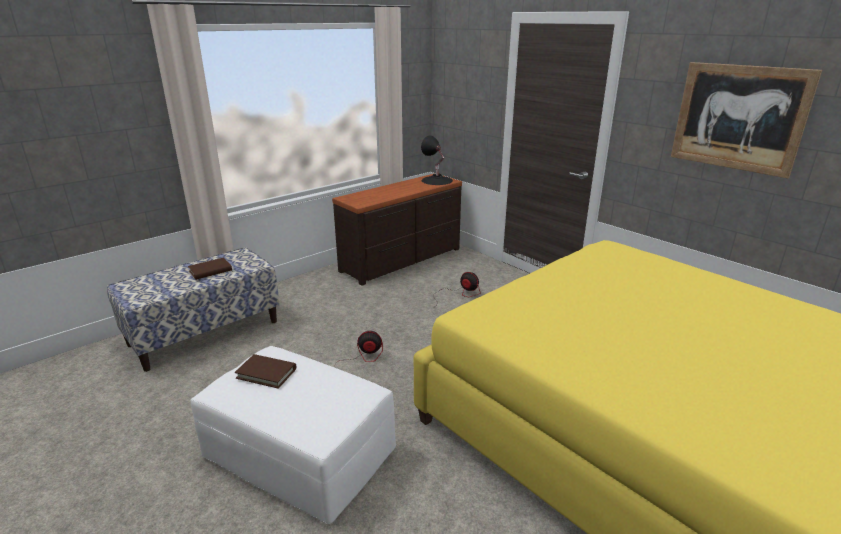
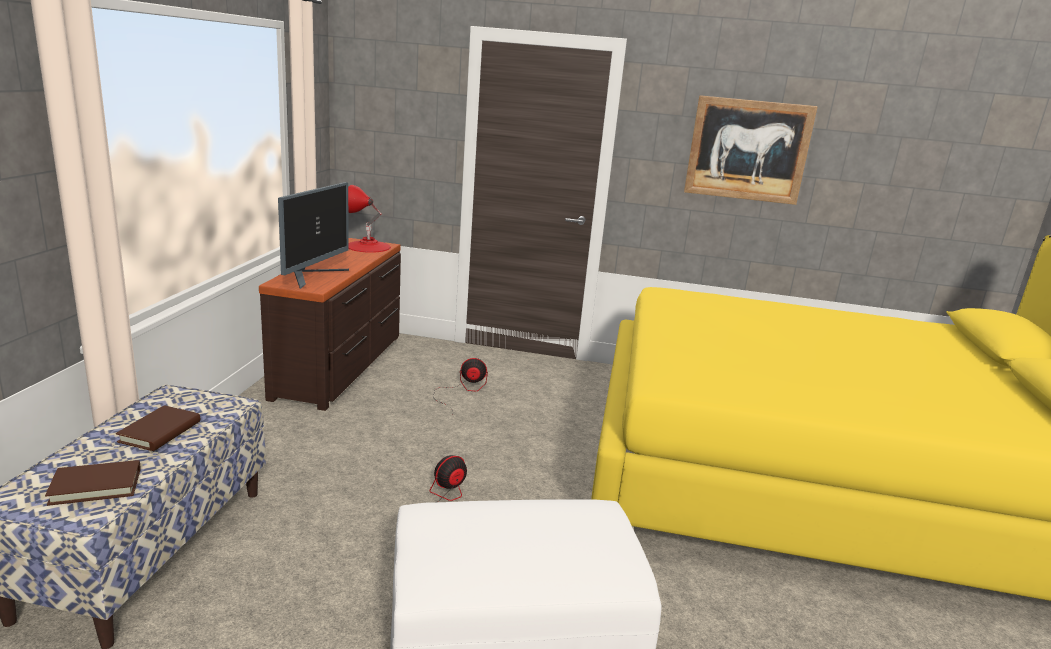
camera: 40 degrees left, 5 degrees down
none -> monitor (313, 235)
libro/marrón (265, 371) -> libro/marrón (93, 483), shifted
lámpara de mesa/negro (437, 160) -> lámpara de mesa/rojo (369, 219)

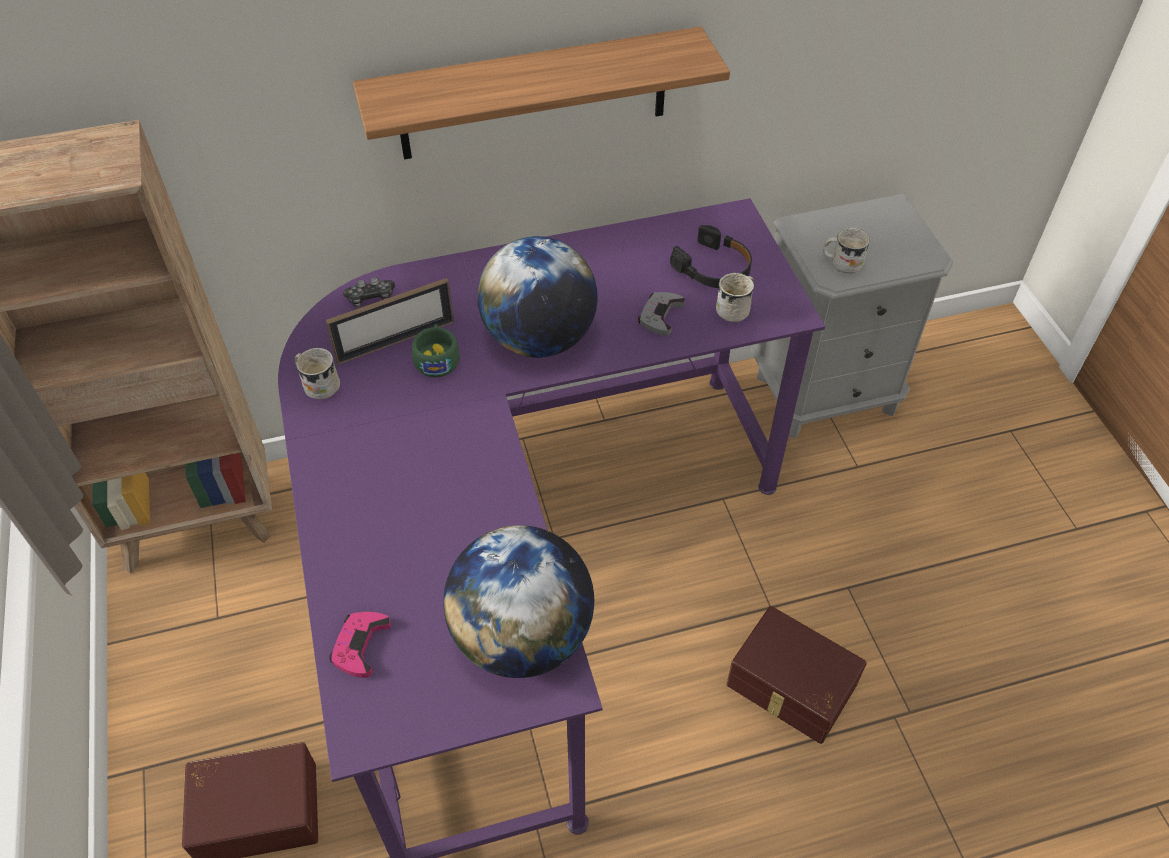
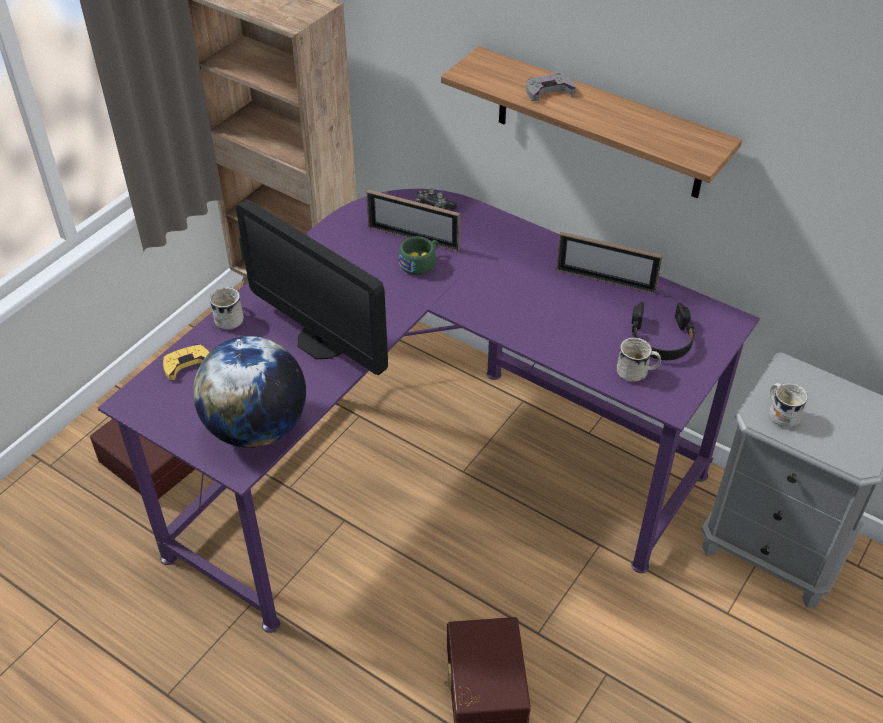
camera: 50 degrees right, 5 degrees down
globo terráqueo (537, 297) -> none
none -> monitor (312, 287)
none -> portarretratos (609, 263)
taza grande/blanco (317, 373) -> taza grande/blanco (226, 308), shifted
mando de consola/gris (661, 314) -> mando de consola/gris (551, 87), shifted
mando de consola/rosa (360, 645) -> mando de consola/amarillo (186, 362)

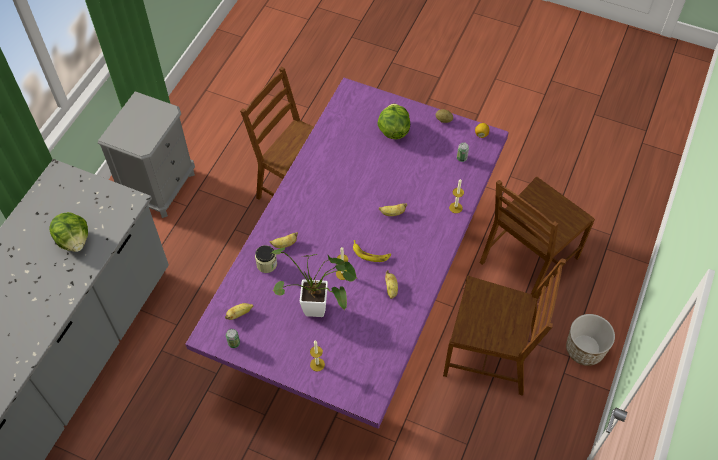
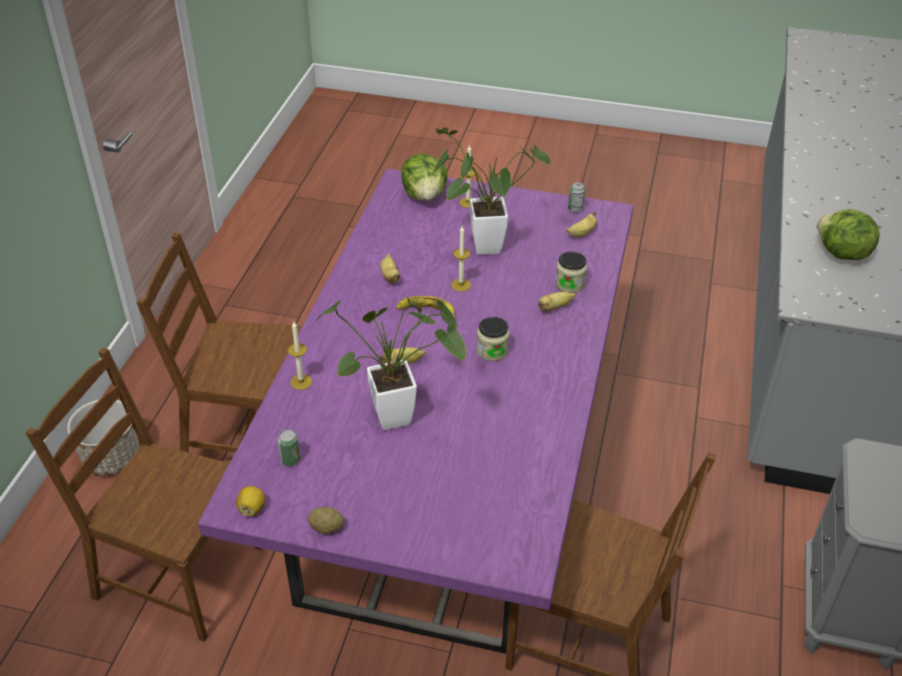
camera: 170 degrees right, 15 degrees down
none -> planta en maceta (391, 364)
none -> tarro (493, 339)
lechuga (393, 121) -> lechuga (424, 177), shifted
silla/marrón (537, 235) -> silla/marrón (144, 495), 105 degrees counterclockwise

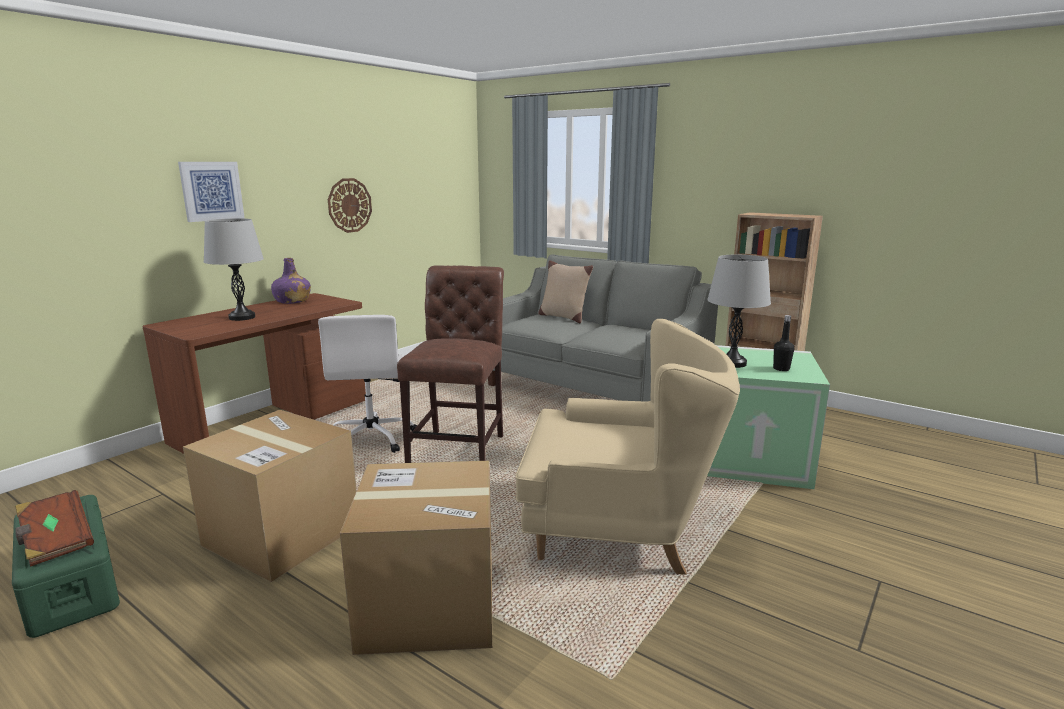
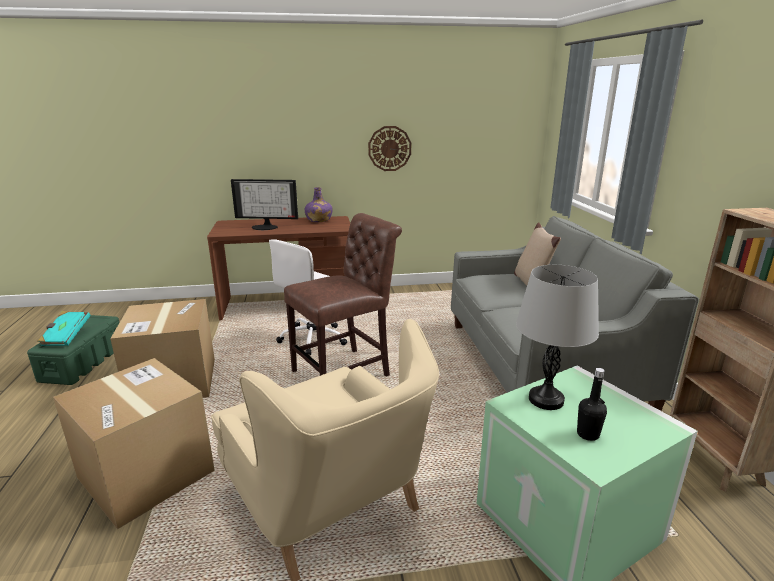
camera: 45 degrees right, 5 degrees up
cuadro (211, 192) -> none
lámpara de mesa/gris (234, 269) -> monitor (264, 204)
libro/marrón (54, 528) -> libro/turquesa (64, 328)

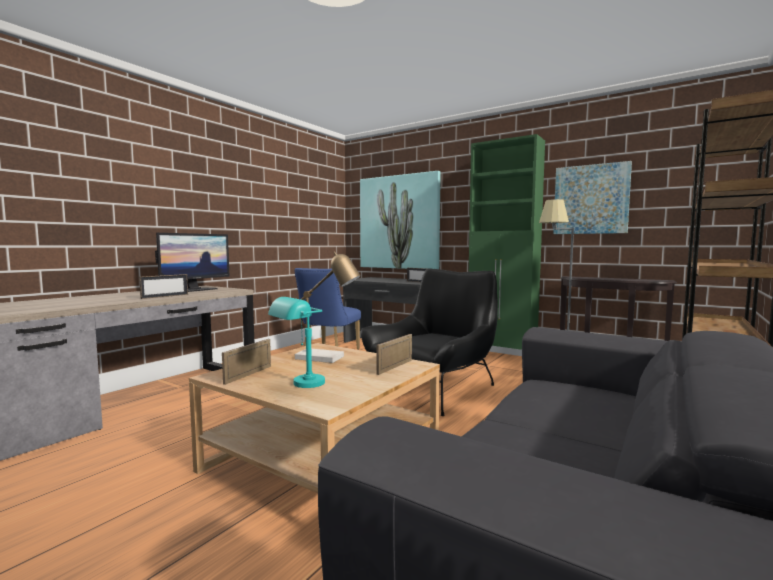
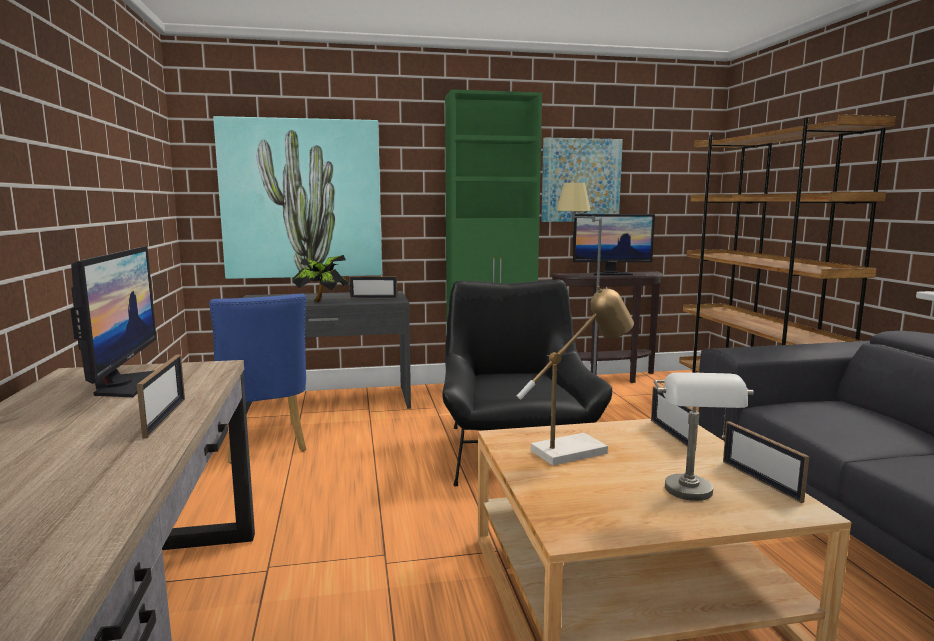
camera: 45 degrees left, 5 degrees up
none -> planta en maceta (320, 278)
none -> monitor (614, 244)
portarretratos (246, 362) -> portarretratos (766, 462), shifted
lámpara de mesa/turquesa (296, 342) -> lámpara de mesa/gris (704, 436)

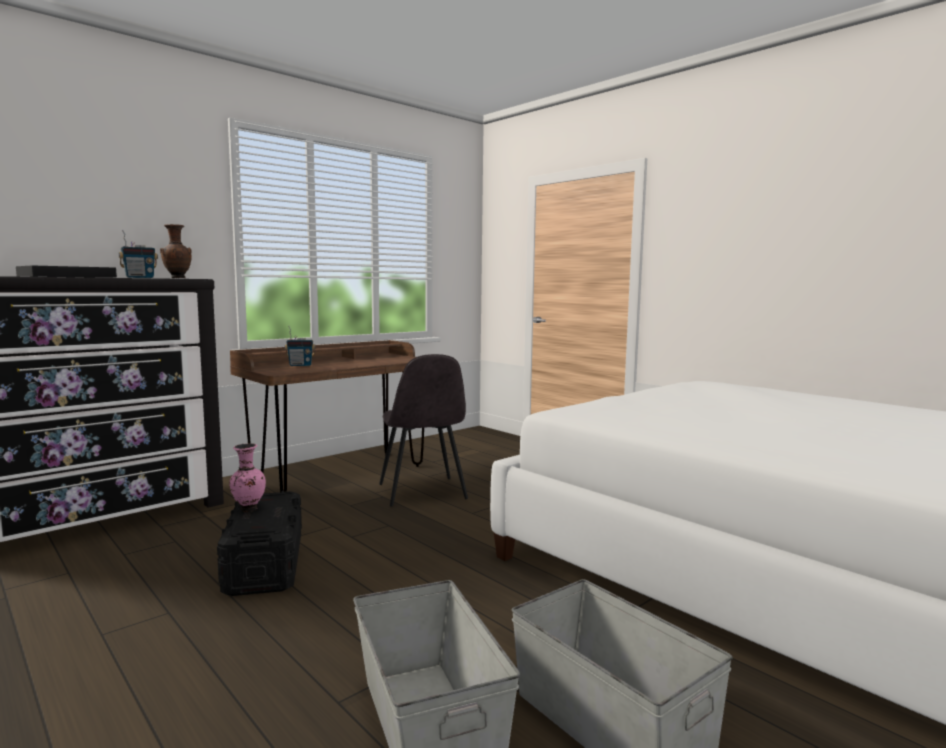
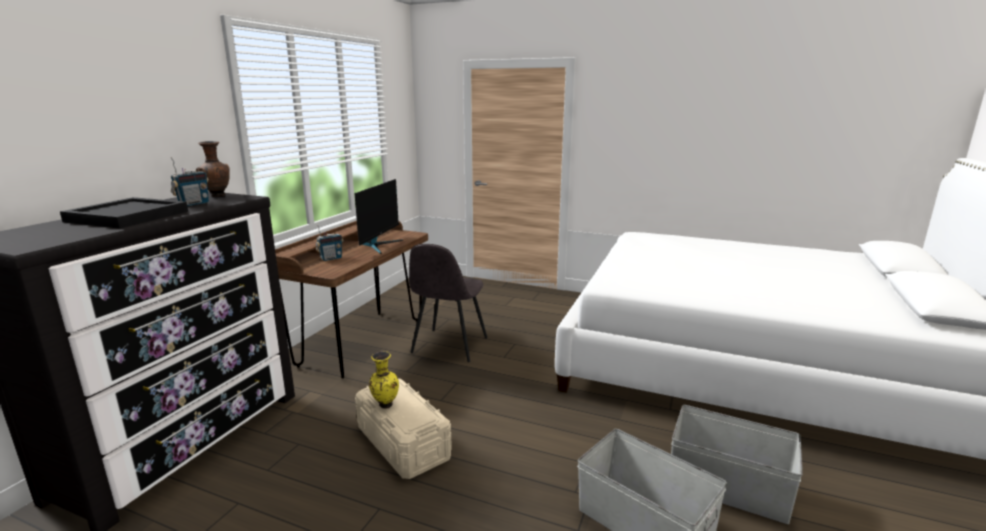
camera: 25 degrees left, 10 degrees up
none -> monitor (378, 216)
caja de almacenaje/negro (259, 543) -> caja de almacenaje/beis (403, 429)
florero/rosa (247, 477) -> florero/amarillo (384, 380)
silla/gris (423, 430) -> silla/gris (448, 303), 60 degrees clockwise

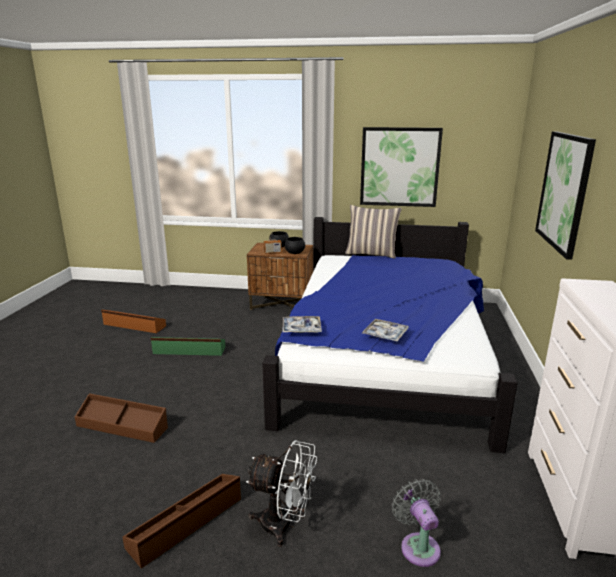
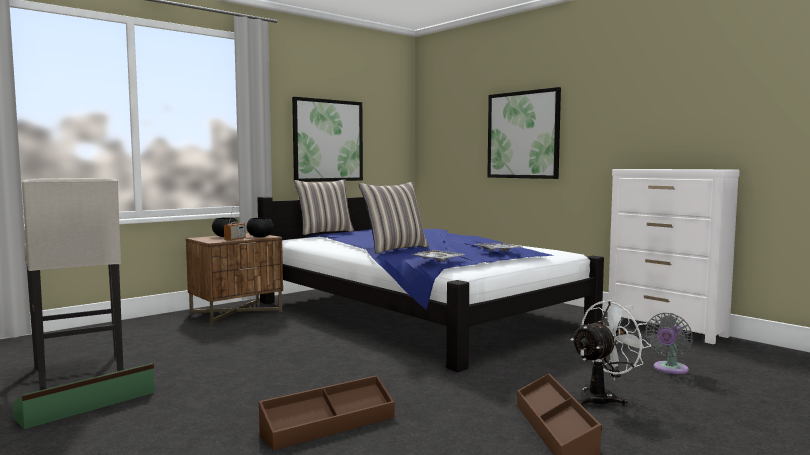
camera: 50 degrees left, 15 degrees down
none -> cojín (394, 218)
caja de almacenaje/verde (188, 346) -> caja de almacenaje/verde (84, 396), shifted
caja de almacenaje/marrón (133, 321) -> taburete/beis (72, 284)
ventilador/gris (416, 523) -> ventilador/gris (669, 343), 75 degrees counterclockwise

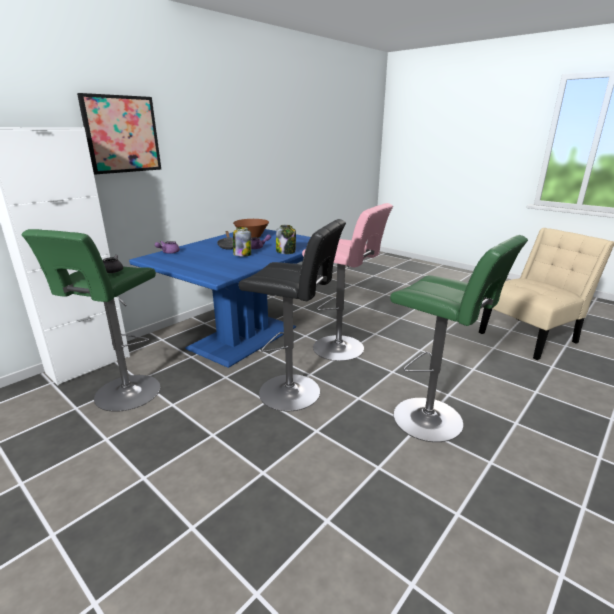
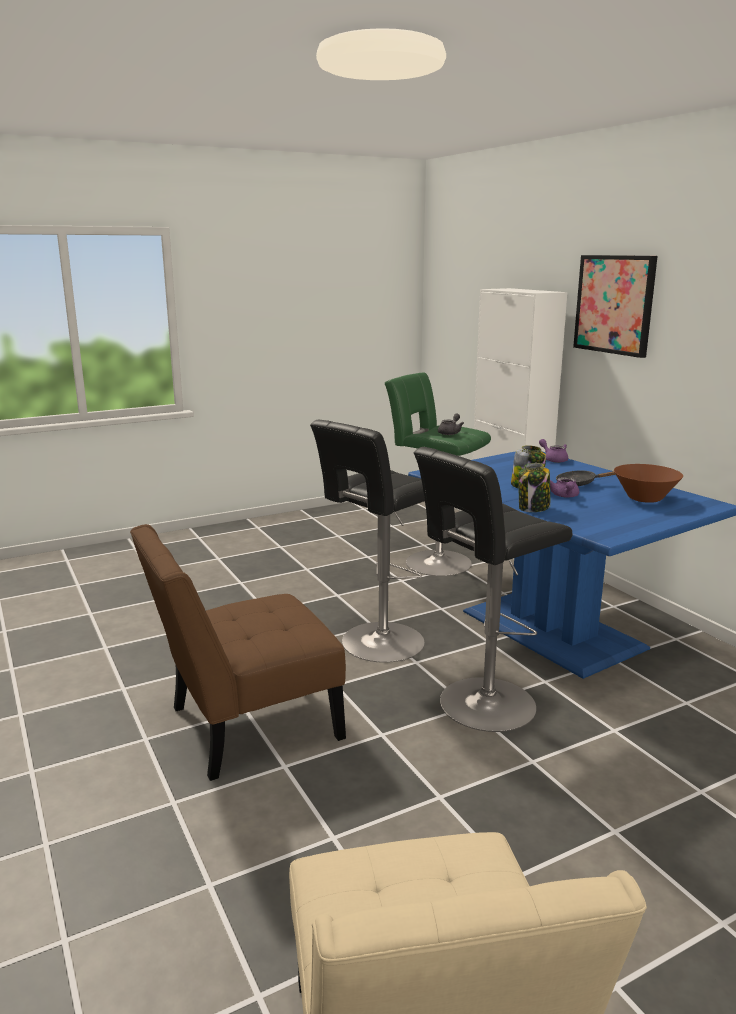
camera: 110 degrees right, 5 degrees down
taburete/verde (459, 338) -> silla/marrón (238, 652)
taburete/rosa (347, 282) -> taburete/negro (493, 589)

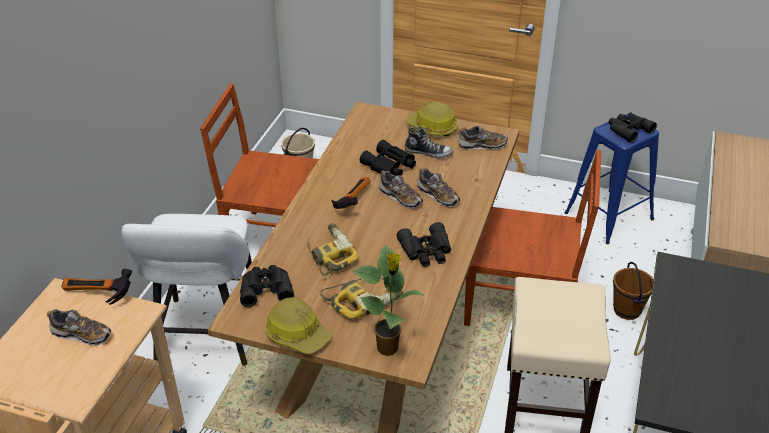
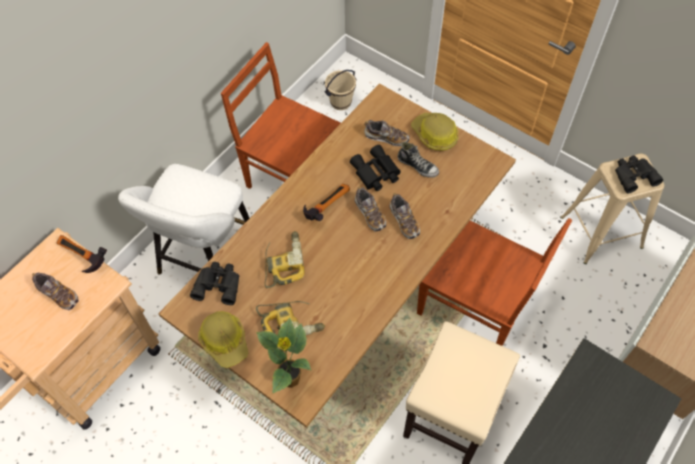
camera: 20 degrees right, 20 degrees up
prismáticos/negro (424, 244) -> none
cubo/marrón (633, 291) -> none
zapato (483, 137) -> zapato (387, 133), shifted
taburete/azul (611, 179) -> taburete/beis (612, 208)

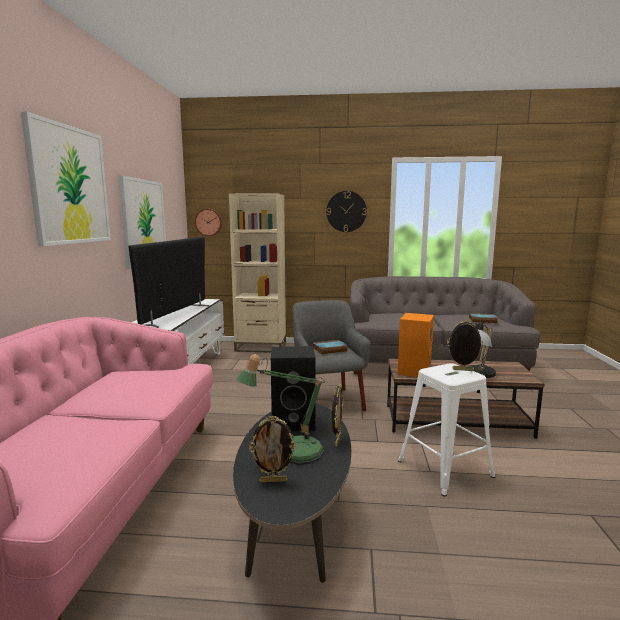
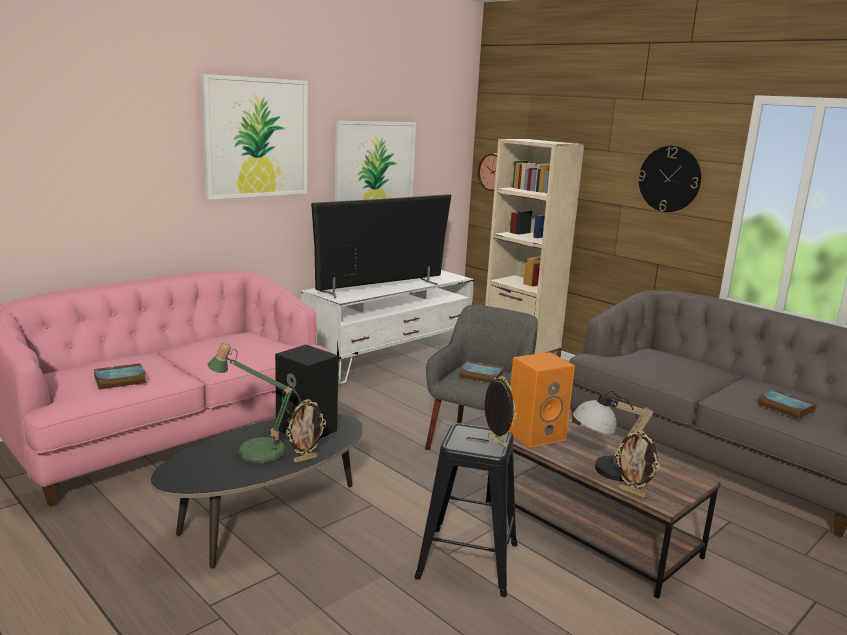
camera: 40 degrees right, 5 degrees up
none -> libro (120, 376)
portarretratos (273, 449) -> portarretratos (637, 463), shifted
taburete/blanco (446, 429) -> taburete/negro (466, 510)

